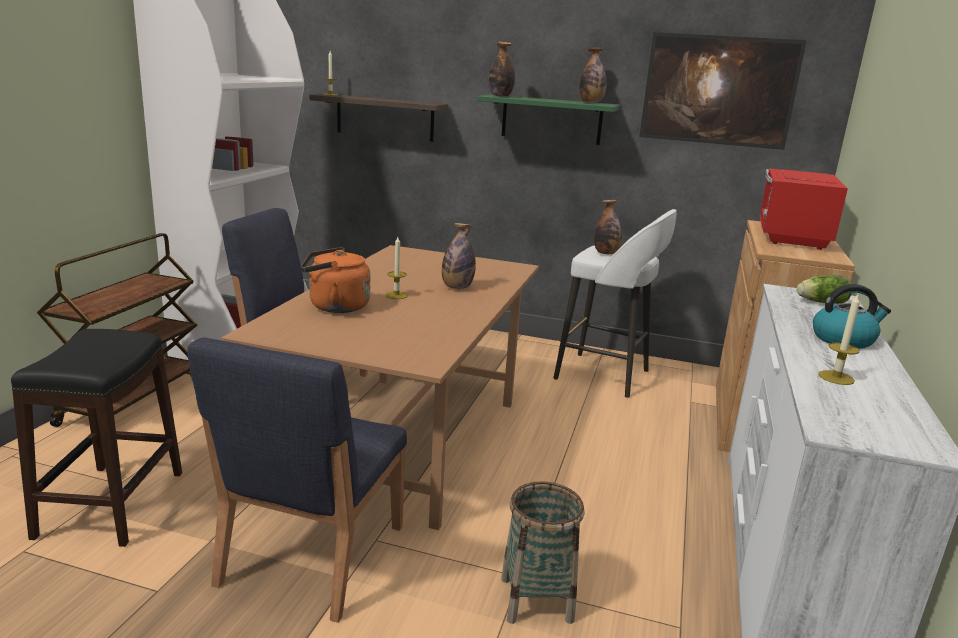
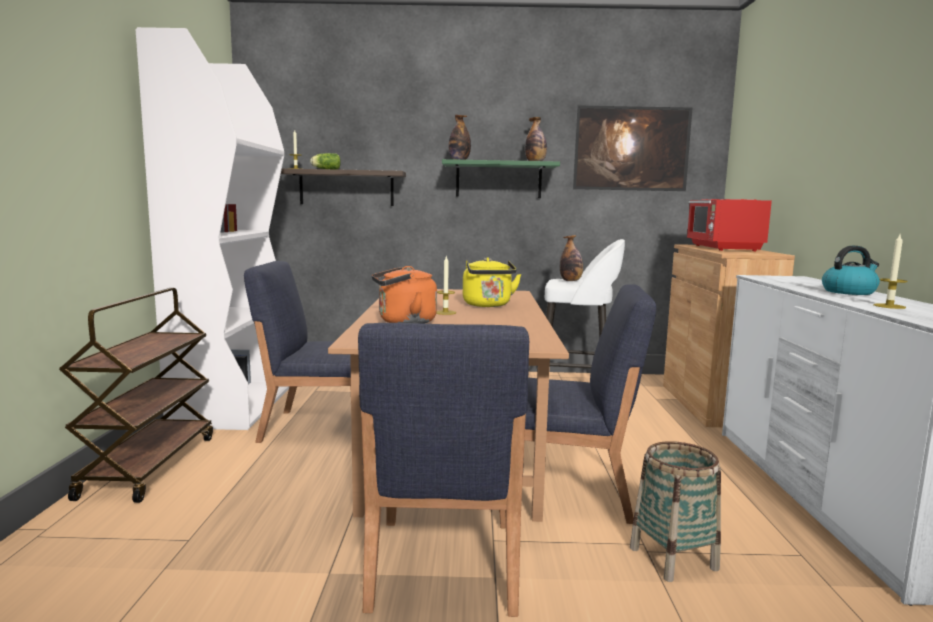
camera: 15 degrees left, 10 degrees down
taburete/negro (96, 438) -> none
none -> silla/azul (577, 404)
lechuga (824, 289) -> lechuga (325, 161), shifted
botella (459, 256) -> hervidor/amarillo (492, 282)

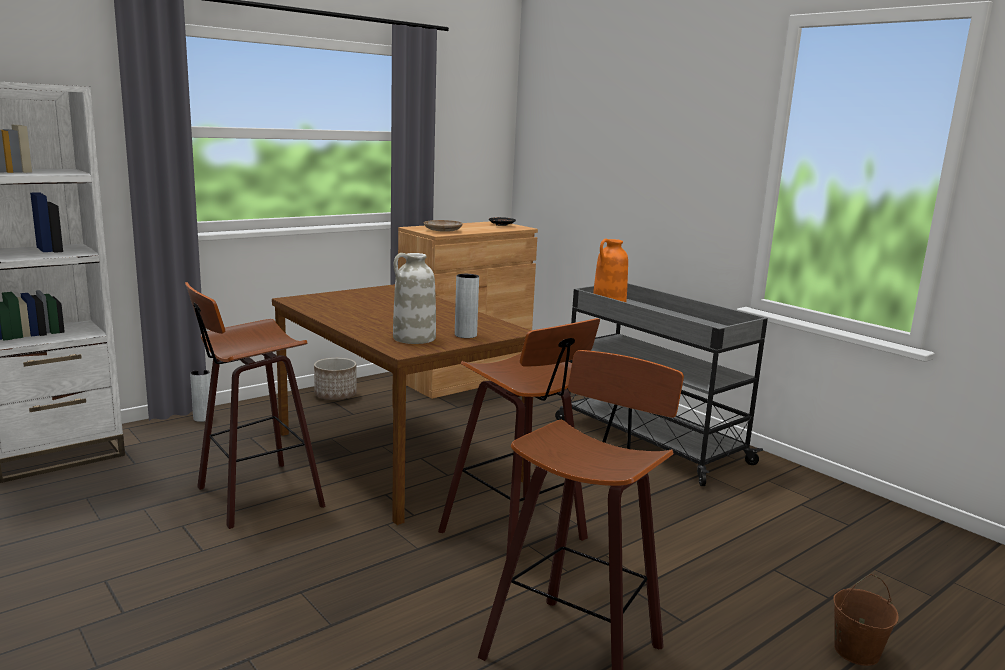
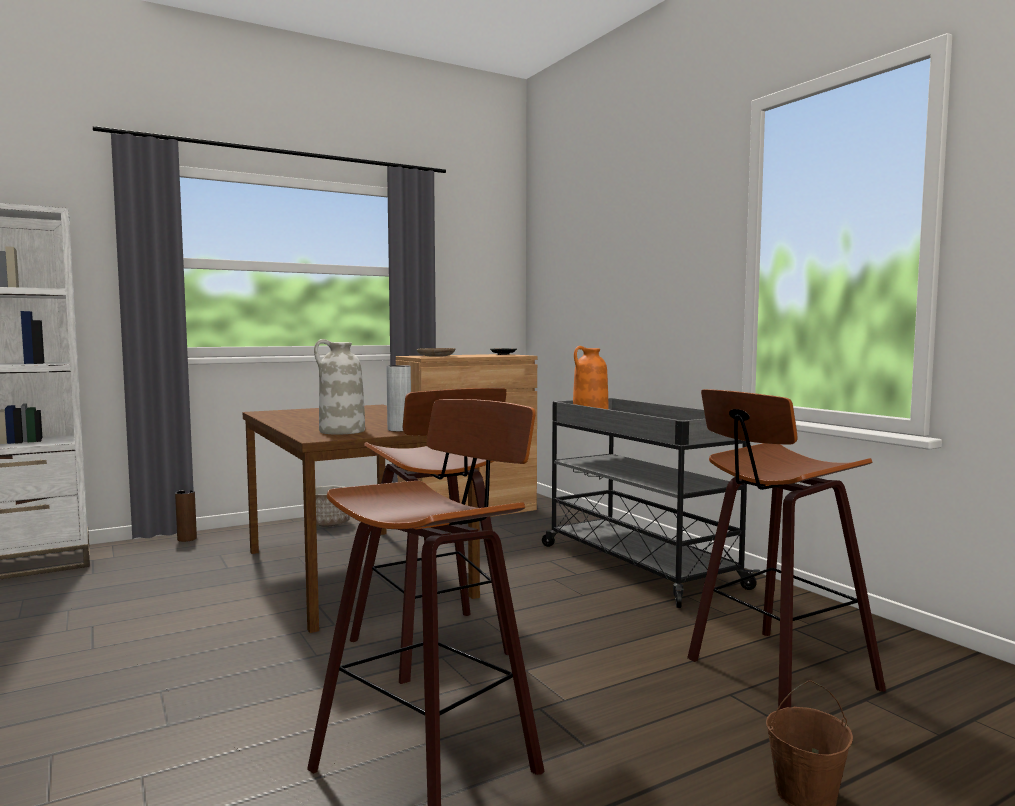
camera: 10 degrees right, 10 degrees down
taburete (255, 405) -> taburete (786, 549), shifted
florero/gris (200, 396) -> florero/marrón (186, 516)

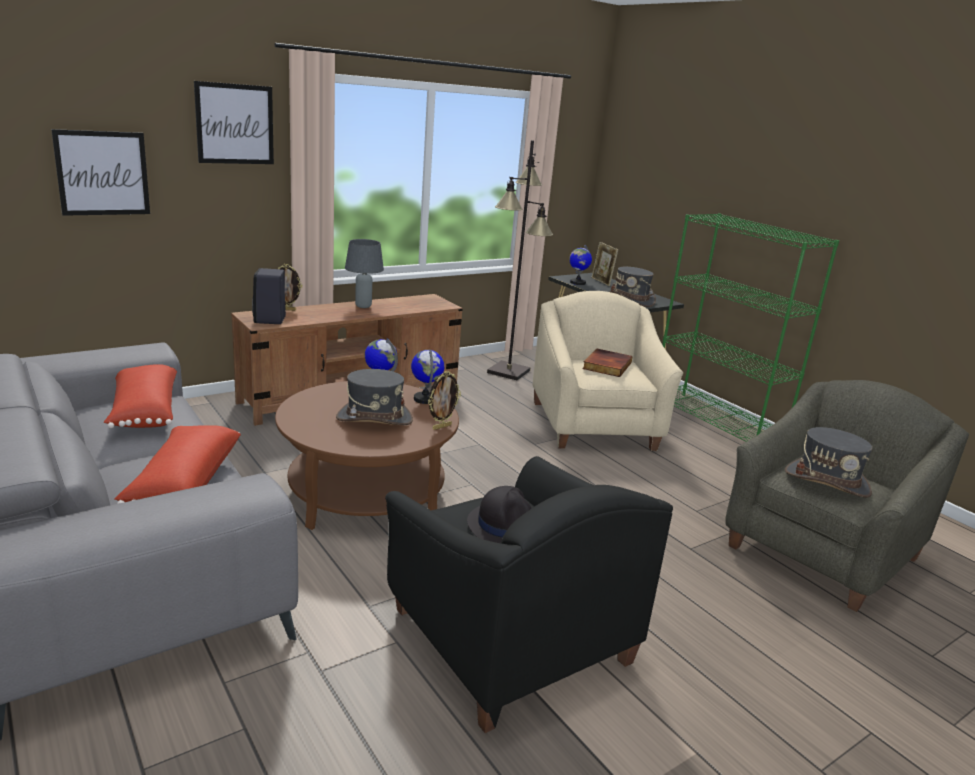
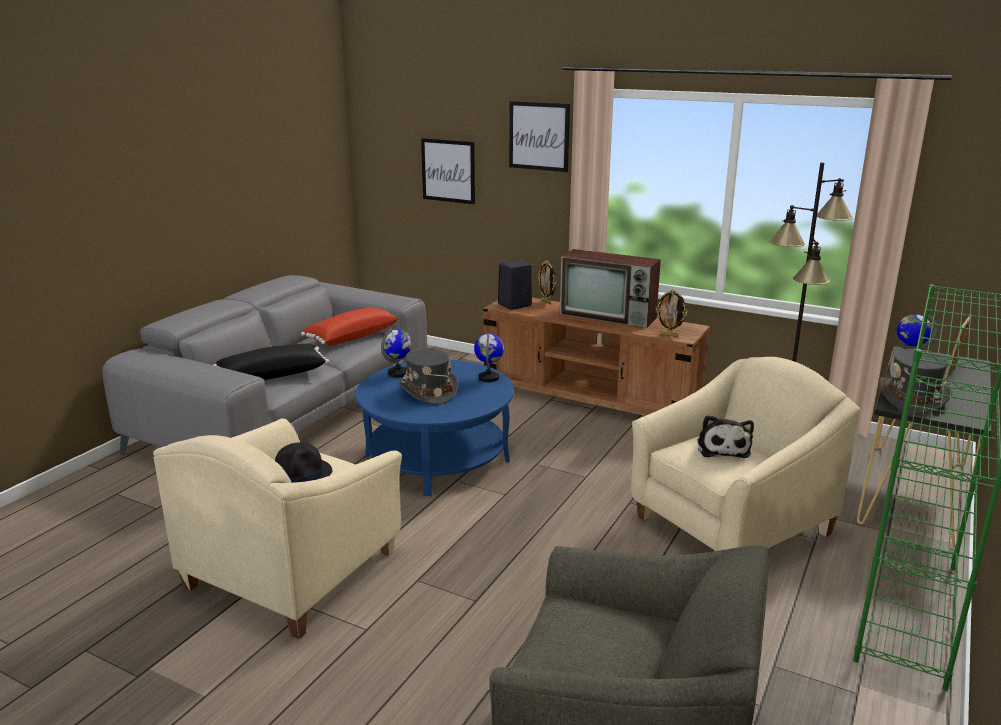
camera: 65 degrees right, 0 degrees up
sombrero/gris (829, 462) -> none
globo terráqueo (428, 376) -> globo terráqueo (396, 352), shifted
portarretratos (444, 400) -> portarretratos (671, 313), shifted
lámpara de mesa/gris (364, 273) -> televisor (610, 288)
libro (607, 363) -> peluche (725, 436)
cojín/rojo (177, 464) -> cojín/negro (271, 362)
mesa de centro/marrón (367, 455) -> mesa de centro/azul (434, 428)
sillón/negro (529, 594) -> sillón/beis (277, 529)

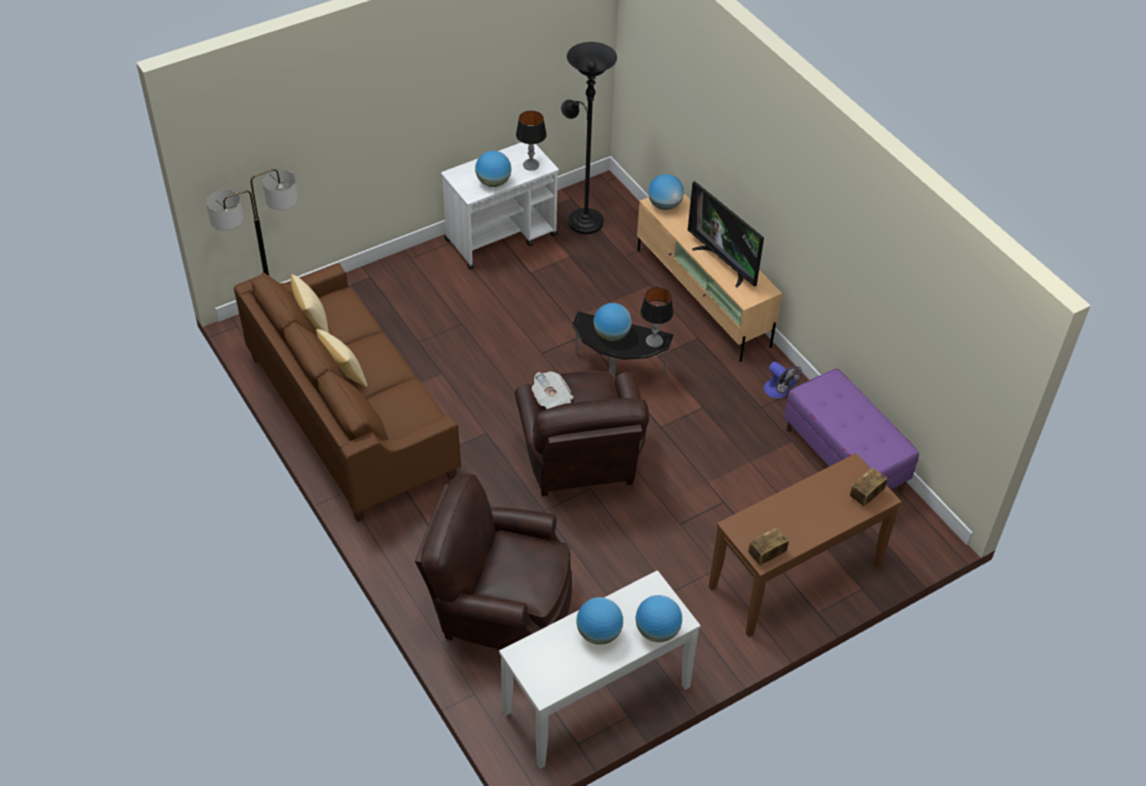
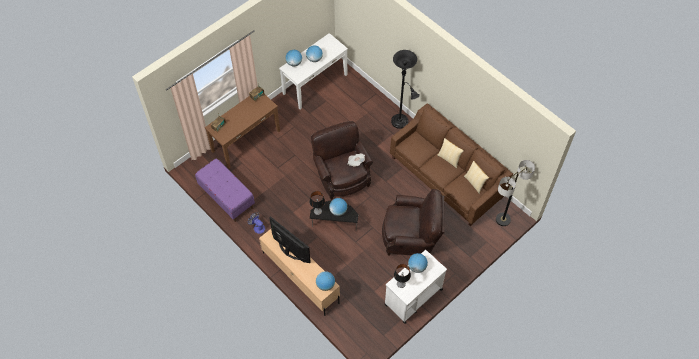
camera: 170 degrees right, 10 degrees up
sillón/marrón (493, 561) -> sillón/marrón (413, 222), shifted
lámpara de pie/negro (589, 138) -> lámpara de pie/negro (405, 89), shifted

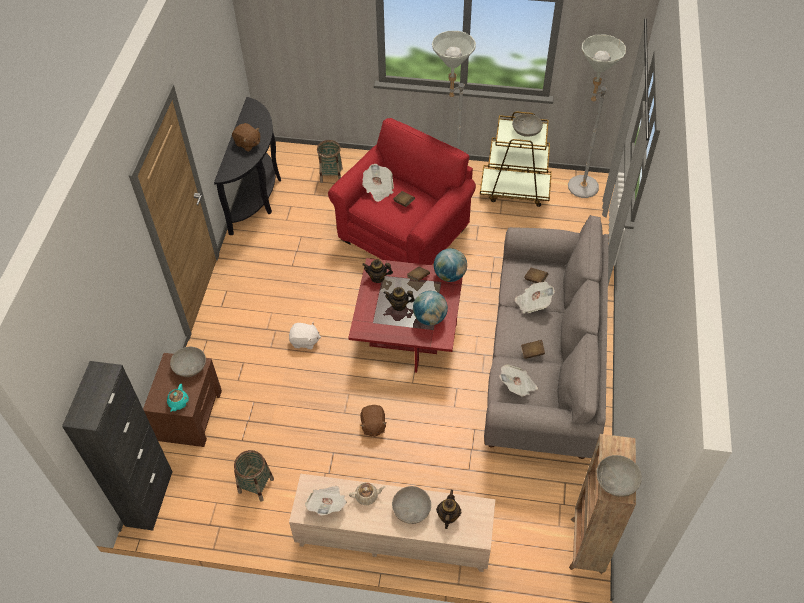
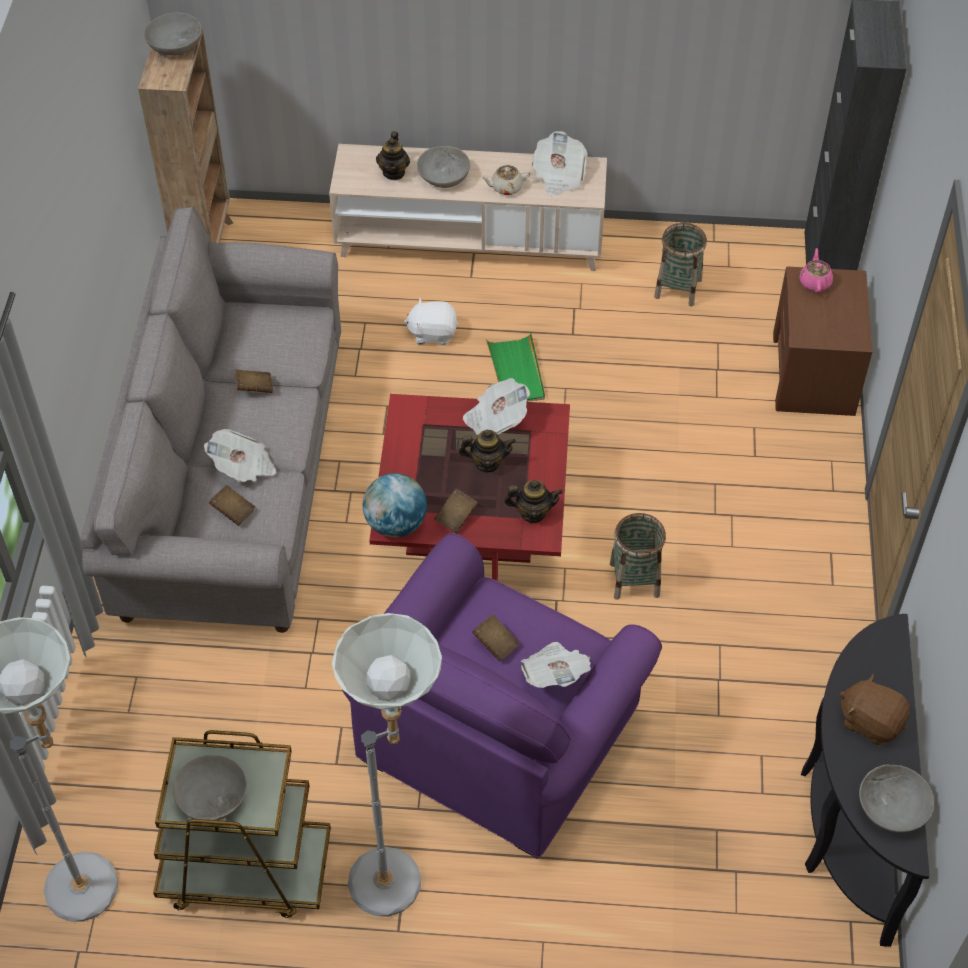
camera: 175 degrees right, 0 degrees up
globo terráqueo (430, 308) -> none
cuenco/gris (188, 362) -> cuenco/gris (896, 798), shifted
peluche/blanco (305, 335) -> peluche/blanco (431, 321), shifted
cesta (330, 161) -> cesta (638, 556), shifted
periódico (518, 380) -> periódico (496, 406), shifted
peluche/marrón (373, 421) -> bandeja/verde (515, 367)
tetera/turquesa (178, 398) -> tetera/rosa (816, 270)
sillón/rojo (402, 191) -> sillón/morado (502, 695)

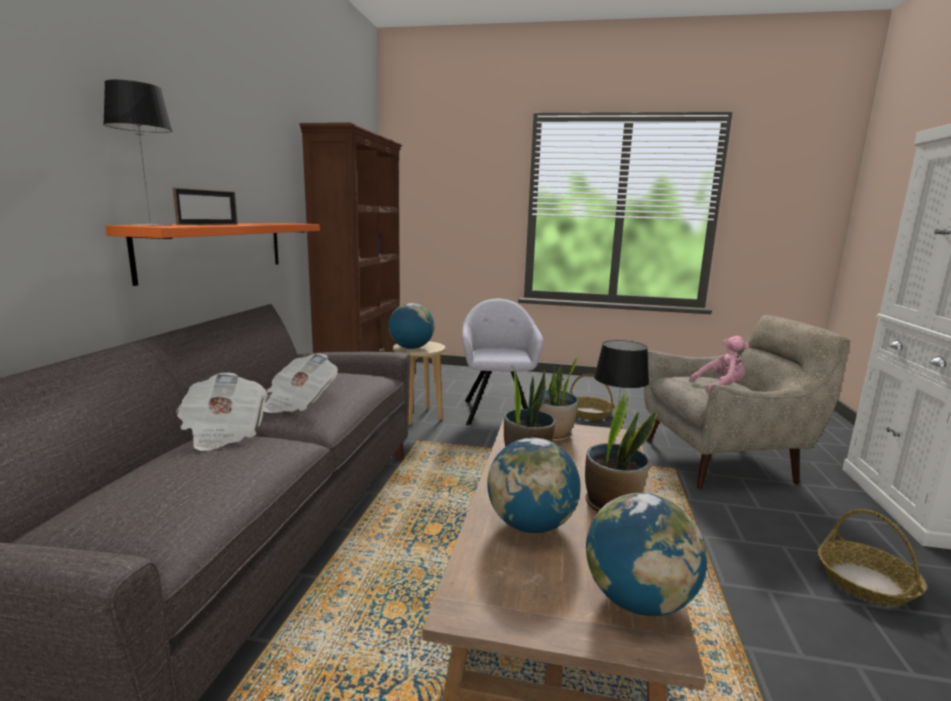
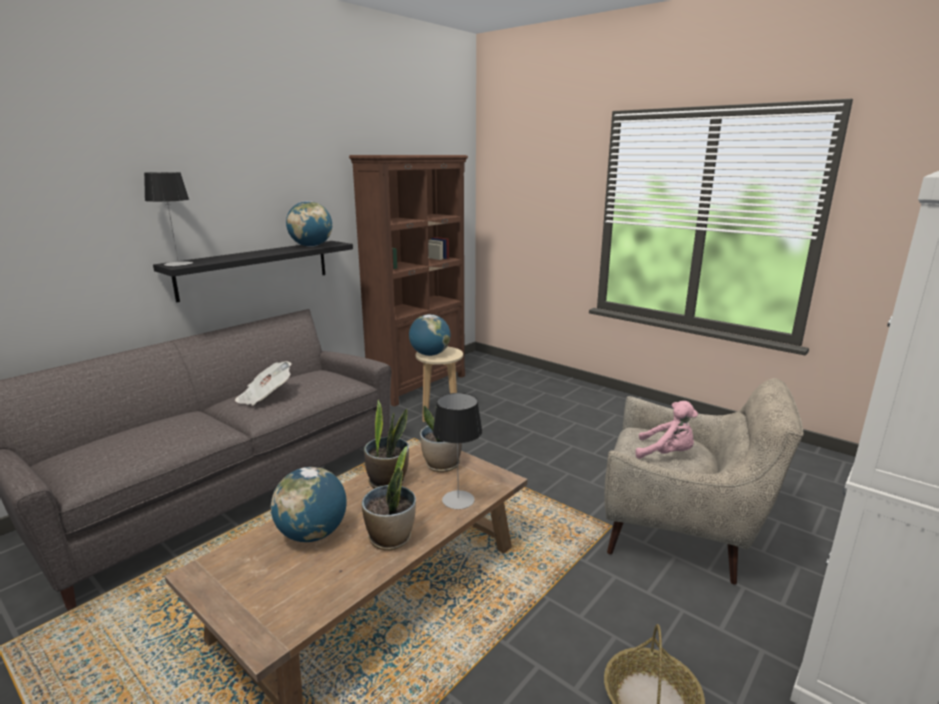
camera: 30 degrees right, 5 degrees up
portarretratos (205, 206) -> none
periódico (222, 412) -> none
sillón/gris (502, 362) -> none
cesta (592, 397) -> none
globo terráqueo (646, 554) -> globo terráqueo (309, 224), shifted
estante/naranja (213, 254) -> estante/negro (253, 271)

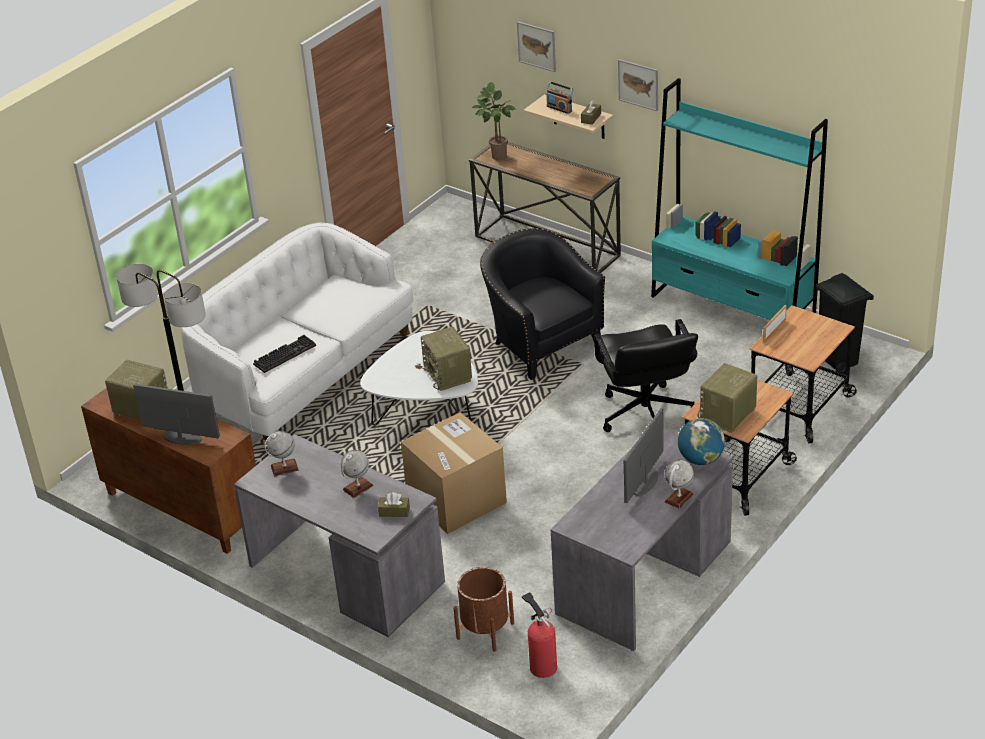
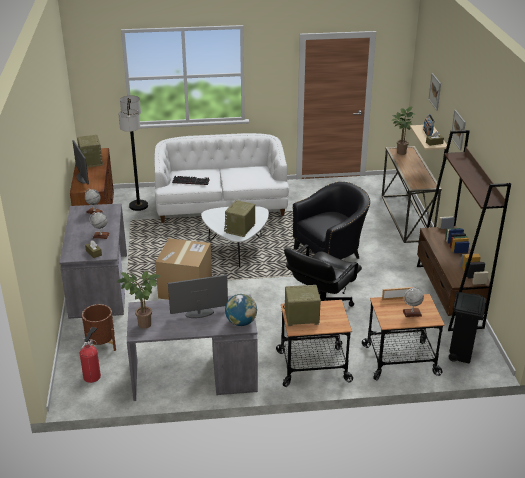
camera: 45 degrees right, 5 degrees down
none -> planta en maceta (139, 300)
globo terráqueo (679, 484) -> globo terráqueo (413, 302), shifted
estantería/turquesa (739, 199) -> estantería/marrón (464, 230)
sillón/negro (542, 304) -> sillón/negro (331, 220), 45 degrees clockwise

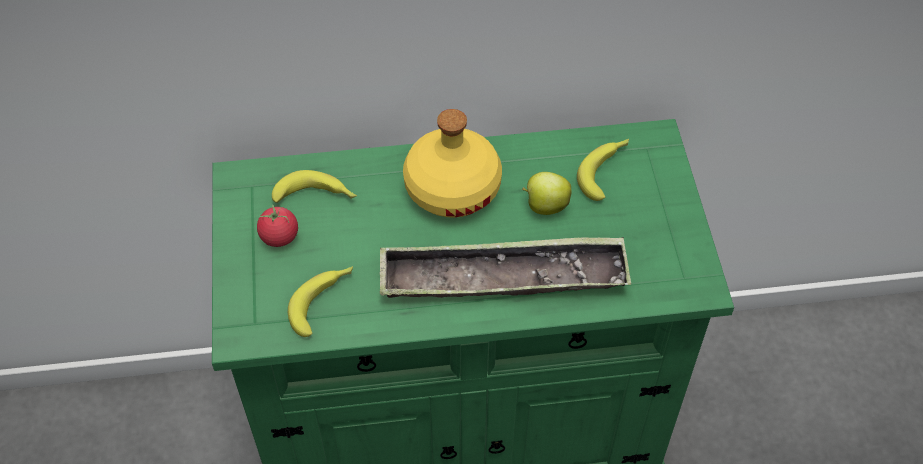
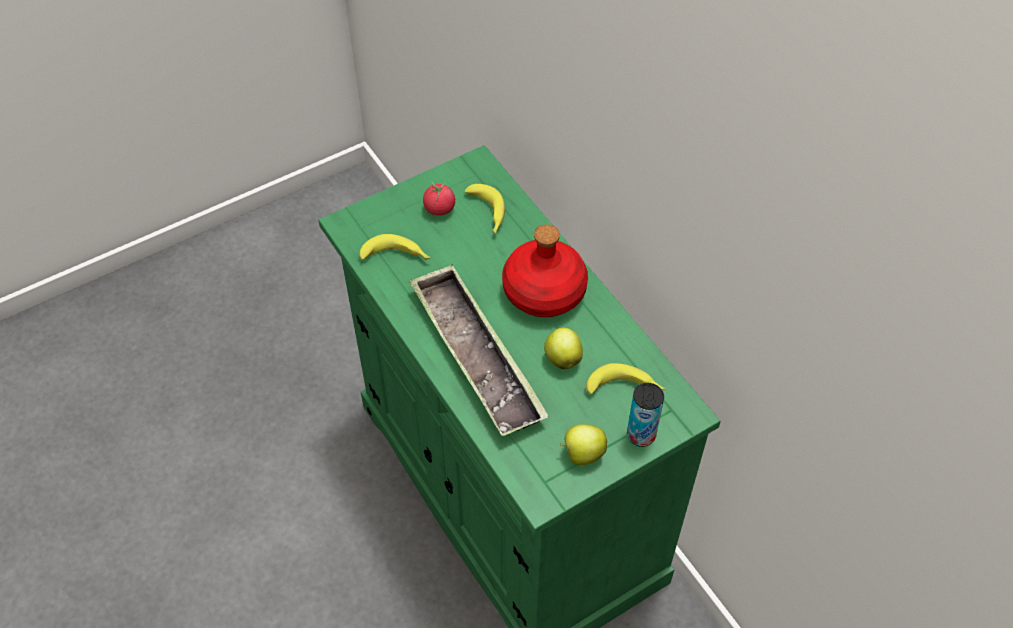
camera: 65 degrees right, 0 degrees up
none -> manzana (583, 444)
none -> lata (645, 415)
botella/amarillo (452, 163) -> botella/rojo (545, 271)

